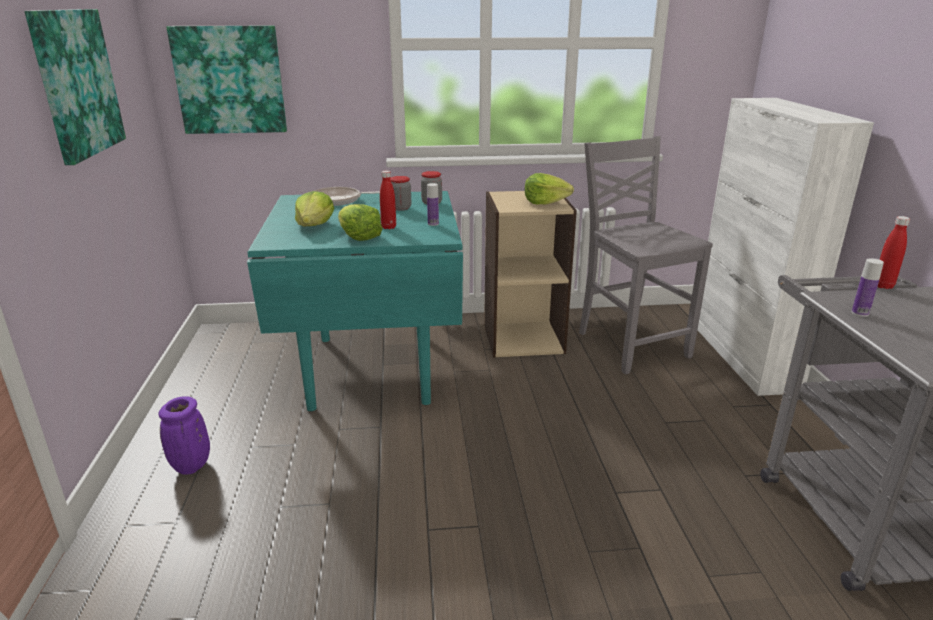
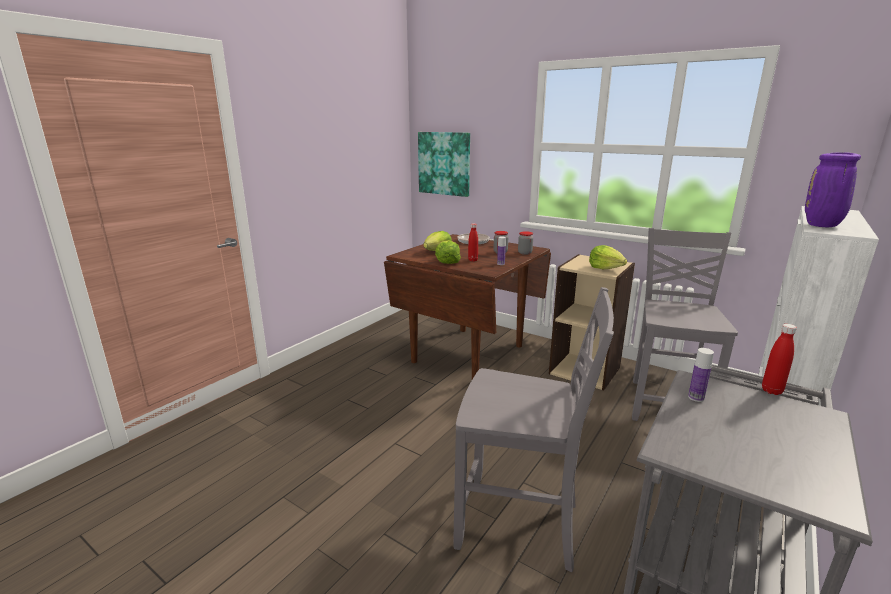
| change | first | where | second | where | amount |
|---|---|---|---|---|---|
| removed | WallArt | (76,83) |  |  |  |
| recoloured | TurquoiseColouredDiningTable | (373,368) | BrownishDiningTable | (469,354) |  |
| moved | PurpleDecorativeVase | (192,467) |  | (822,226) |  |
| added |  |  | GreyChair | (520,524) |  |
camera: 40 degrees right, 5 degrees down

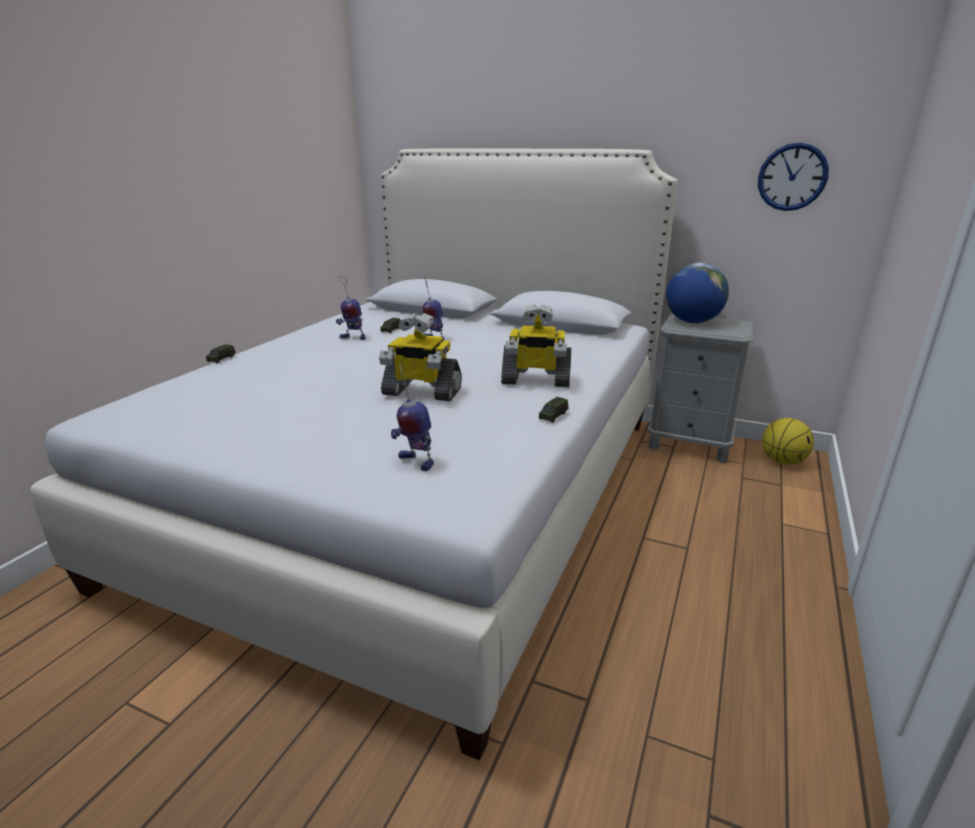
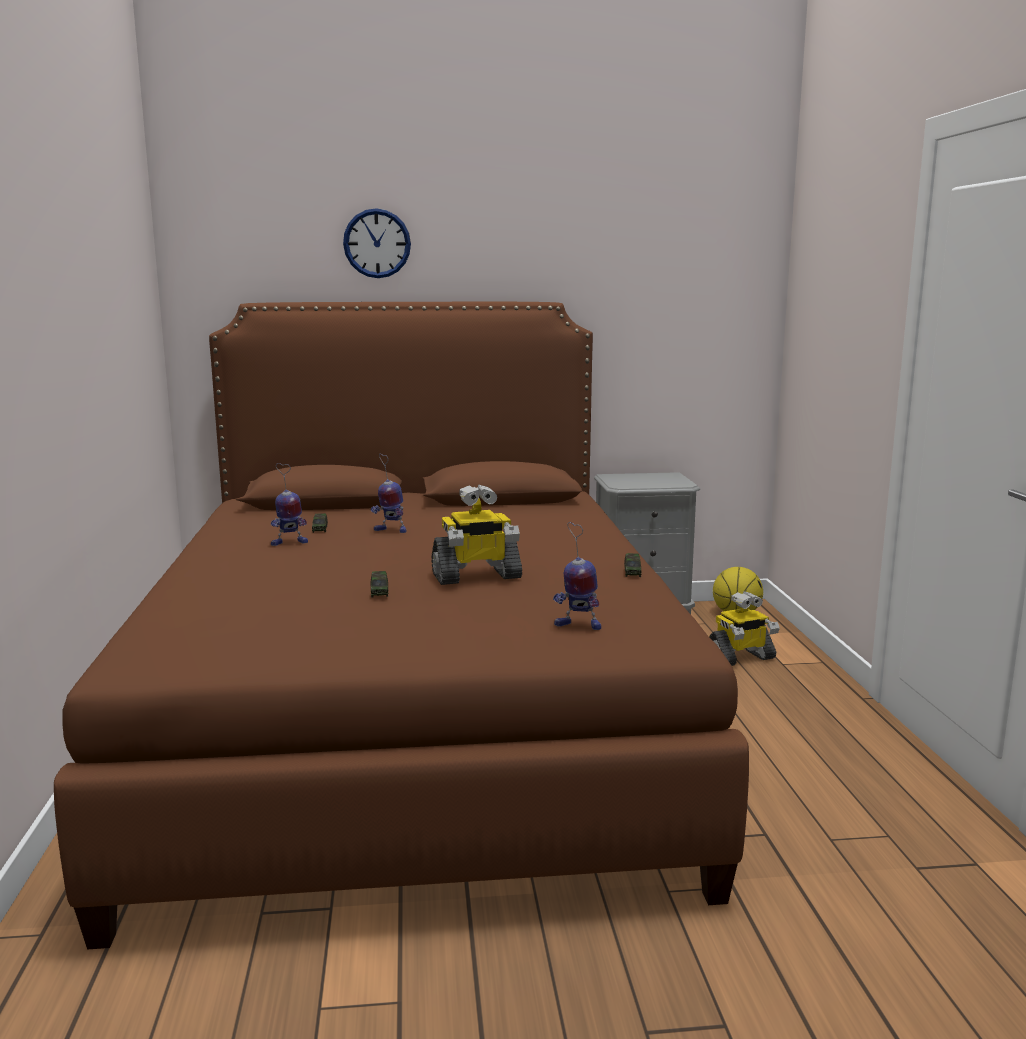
| change | first | where | second | where | amount |
|---|---|---|---|---|---|
| moved | ClockOnTheWall | (792,177) |  | (377,243) |  |
| recoloured | WhiteSleepingBed | (424,489) | BrownishSleepingBed | (413,722) |  |
| removed | Globe | (692,322) |  |  |  |
| moved | ToyRobot | (535,380) |  | (740,658) |  |
| moved | MiniatureCar | (221,358) |  | (379,591) |  |
camera: 30 degrees left, 10 degrees down

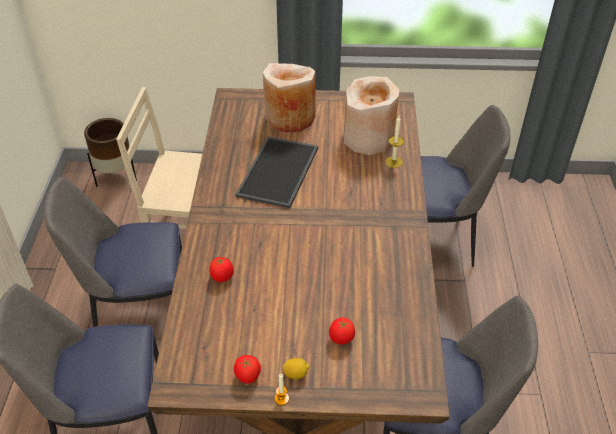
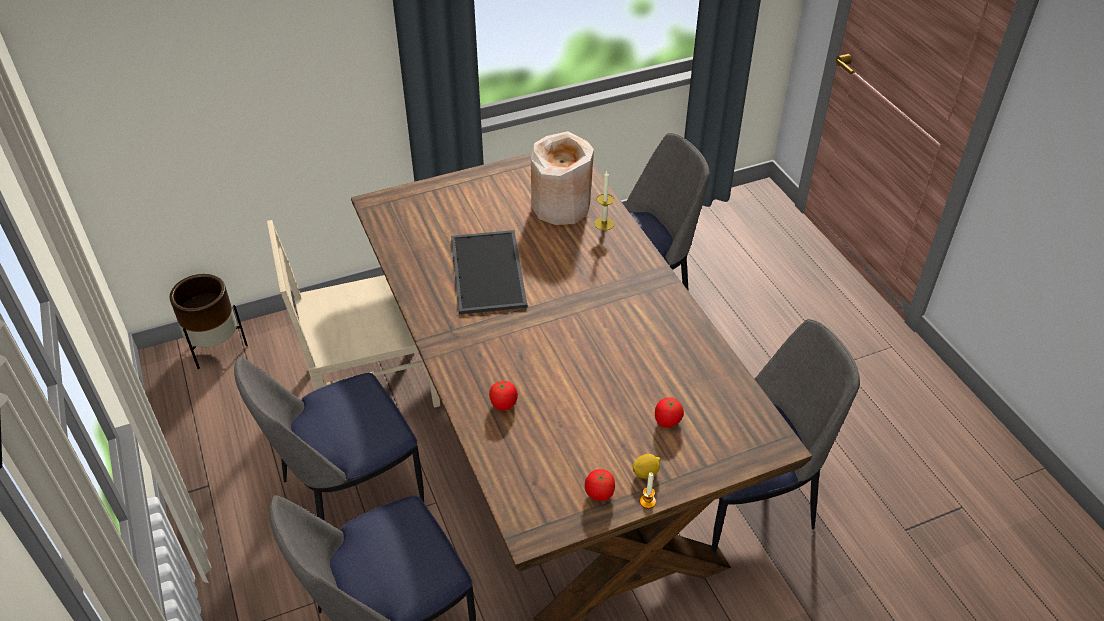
| change | first | where | second | where | amount |
|---|---|---|---|---|---|
| removed | BeigeDecorativeVase | (290,118) |  |  |  |
camera: 25 degrees left, 0 degrees up

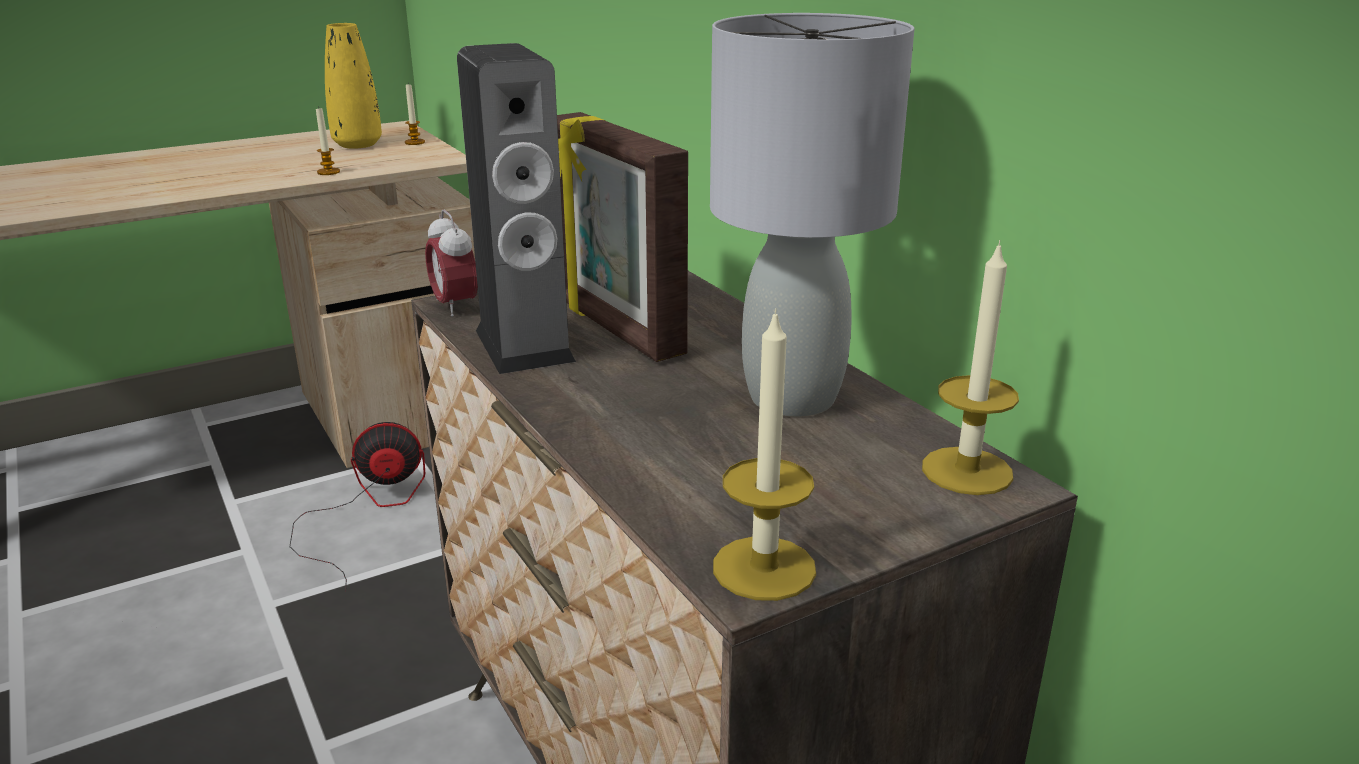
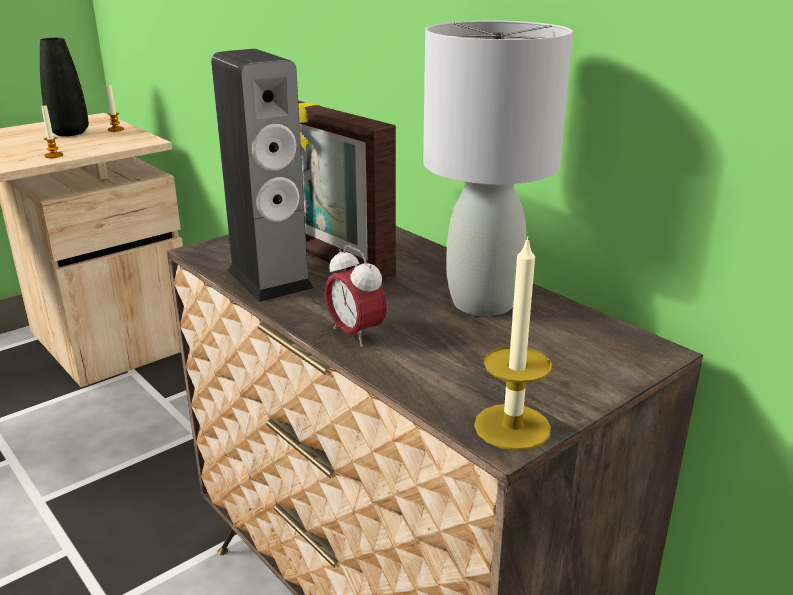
| change | first | where | second | where | amount |
|---|---|---|---|---|---|
| recoloured | YellowColouredDecorativeVase | (357,144) | BlackColouredDecorativeVase | (69,133) |  |
| moved | BedsideClock | (455,306) |  | (355,334) |  |
| removed | WaxCandle | (967,471) |  |  |  |
| removed | ElectricFan | (367,510) |  |  |  |
camera: 10 degrees left, 0 degrees up

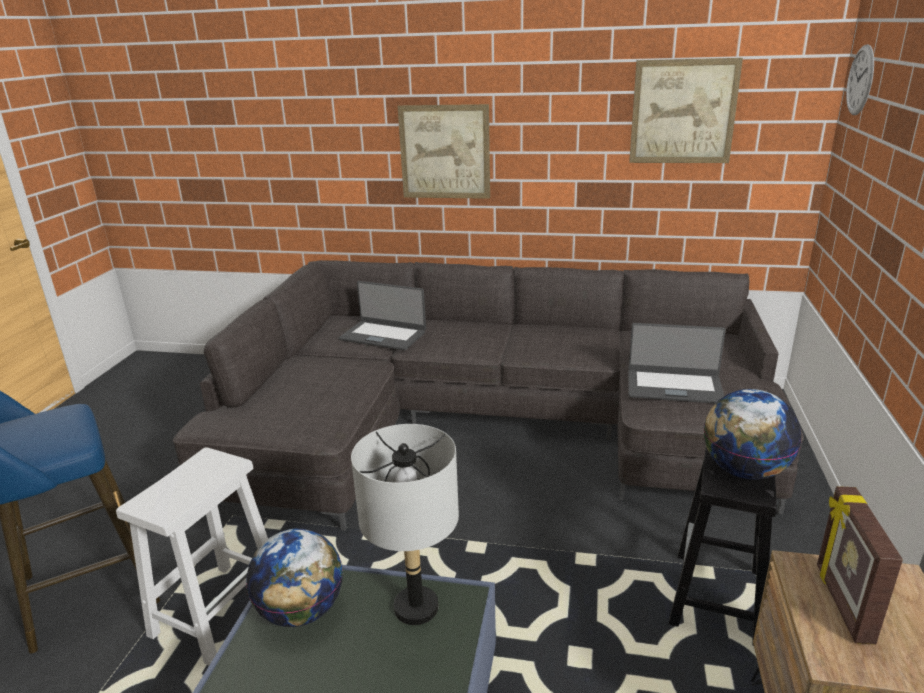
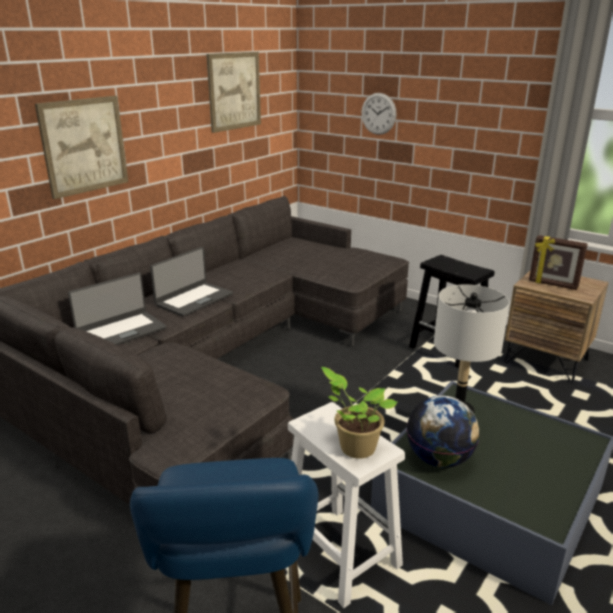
| change | first | where | second | where | amount |
|---|---|---|---|---|---|
| moved | ClockOnTheWall | (860,80) |  | (378,113) |  |
| moved | NotebookComputer | (674,386) |  | (194,299) |  |
| removed | Globe | (744,470) |  |  |  |
| added |  |  | Houseplant | (355,447) |  |
camera: 65 degrees left, 0 degrees up

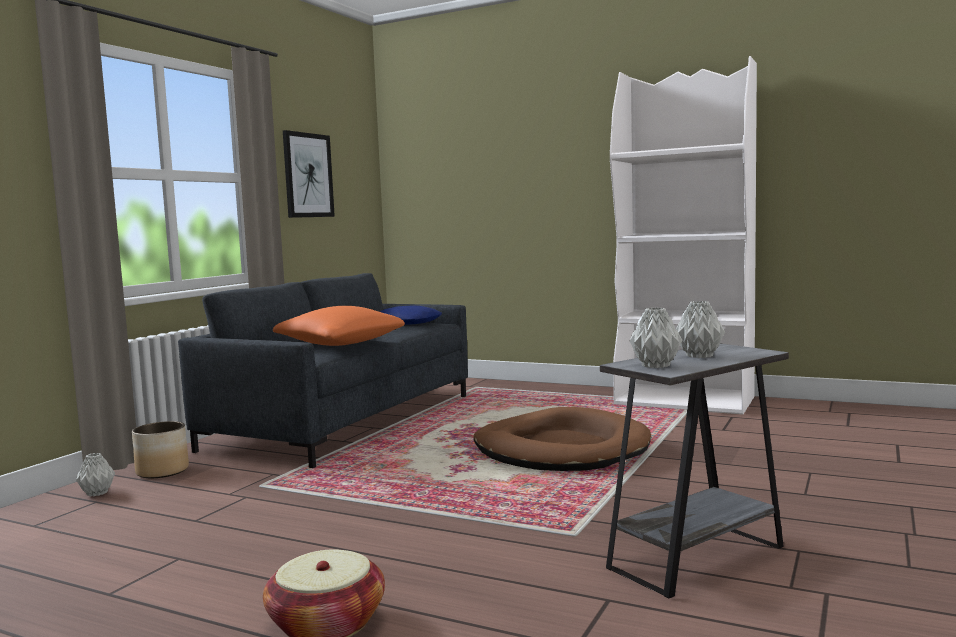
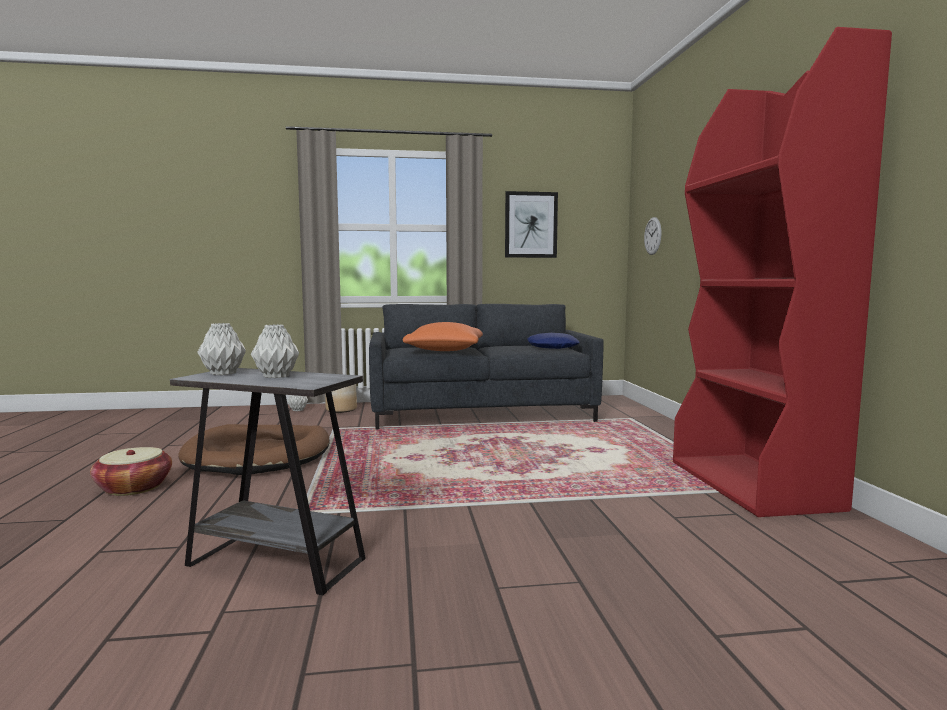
| change | first | where | second | where | amount |
|---|---|---|---|---|---|
| recoloured | WhiteShelvingUnit | (685,401) | RedShelvingUnit | (753,485) |  |
| moved | BrownishPetBed | (560,449) |  | (259,455) |  |
| added |  |  | ClockOnTheWall | (652,236) |  |
camera: 55 degrees right, 0 degrees up

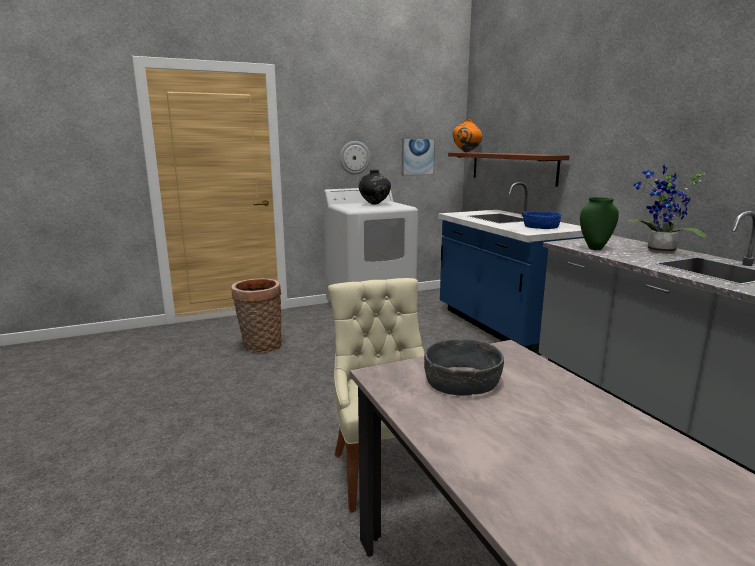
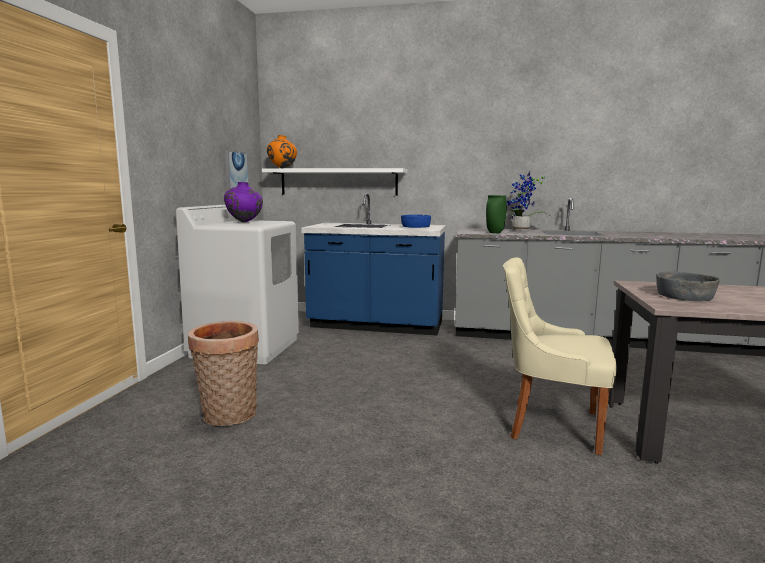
| change | first | where | second | where | amount |
|---|---|---|---|---|---|
| removed | ClockOnTheWall | (354,157) |  |  |  |
| recoloured | BrownishBracketShelf | (512,167) | WhiteBracketShelf | (338,182) |  |
| recoloured | BlackColouredDecorativeVase | (374,204) | PurpleDecorativeVase | (244,222) |  |
camera: 55 degrees left, 5 degrees down

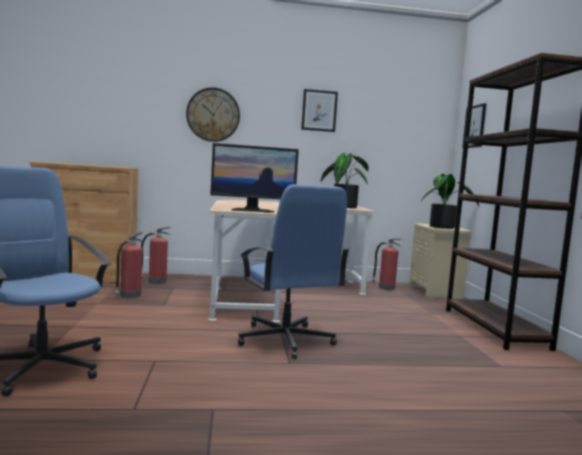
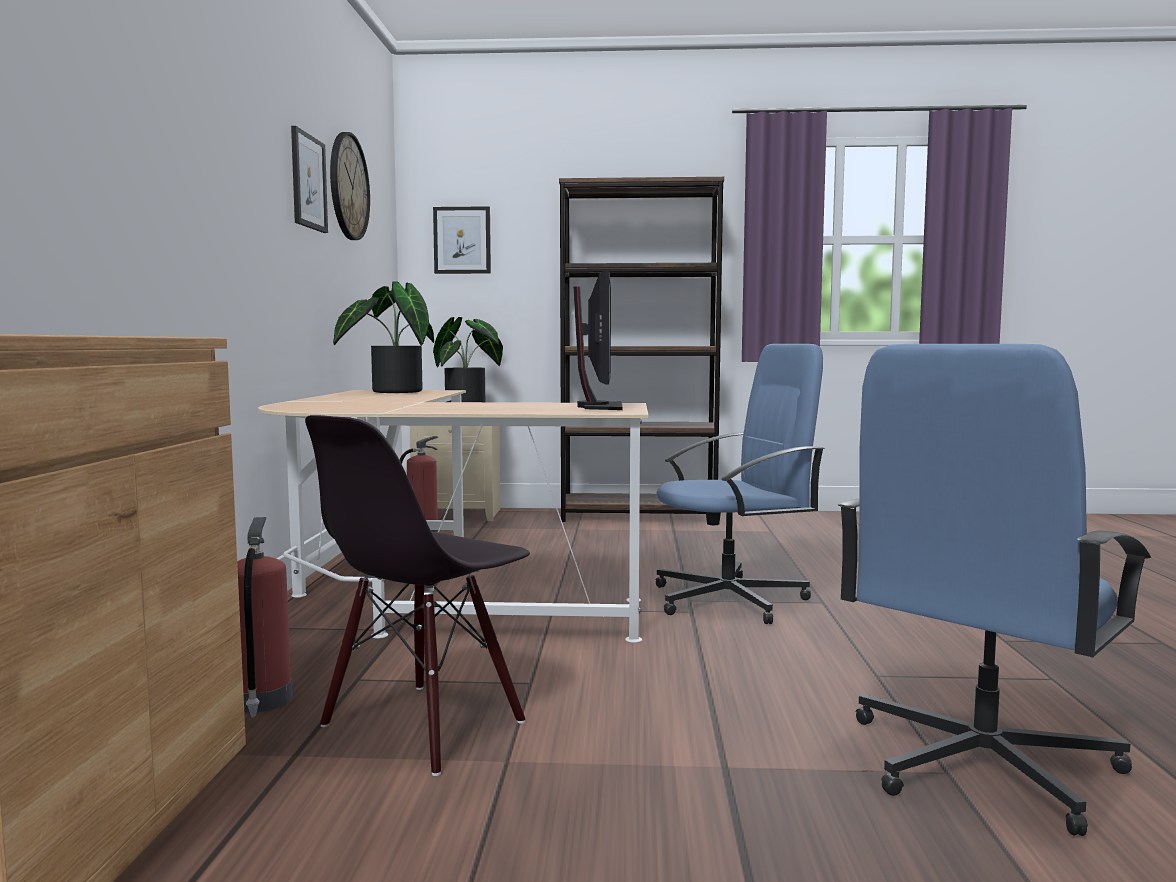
| change | first | where | second | where | amount |
|---|---|---|---|---|---|
| moved | ClockOnTheWall | (213,115) |  | (348,187) |  |
| replaced | FireExtinguisher | (129,295) | BlackColouredChair | (423,726) |  |
camera: 80 degrees left, 0 degrees up

